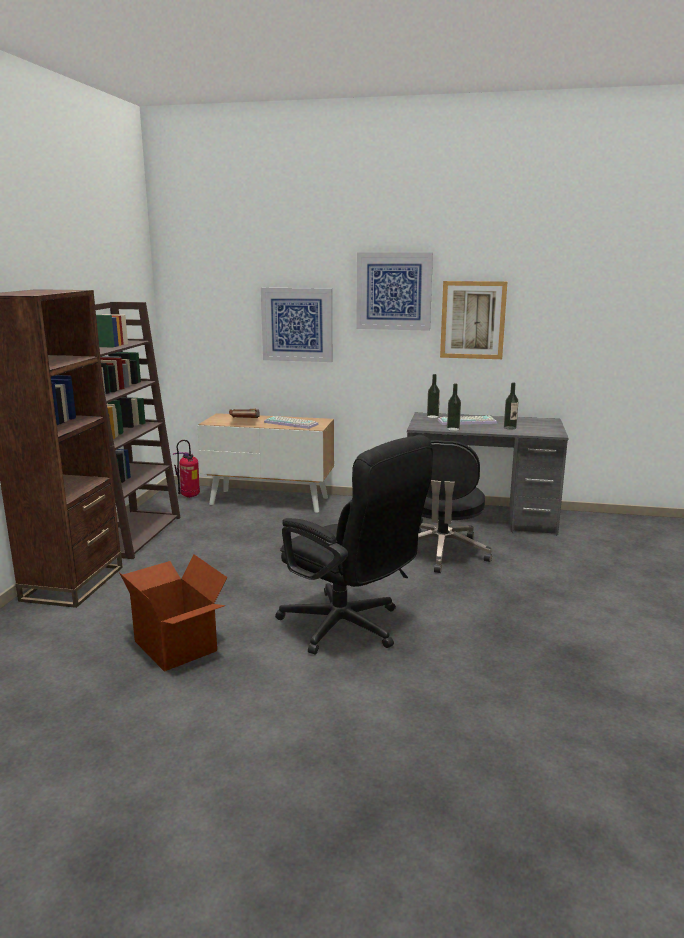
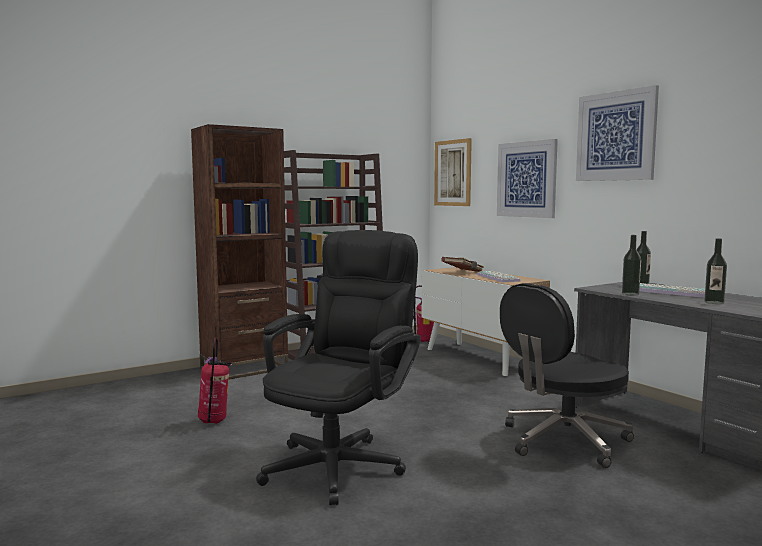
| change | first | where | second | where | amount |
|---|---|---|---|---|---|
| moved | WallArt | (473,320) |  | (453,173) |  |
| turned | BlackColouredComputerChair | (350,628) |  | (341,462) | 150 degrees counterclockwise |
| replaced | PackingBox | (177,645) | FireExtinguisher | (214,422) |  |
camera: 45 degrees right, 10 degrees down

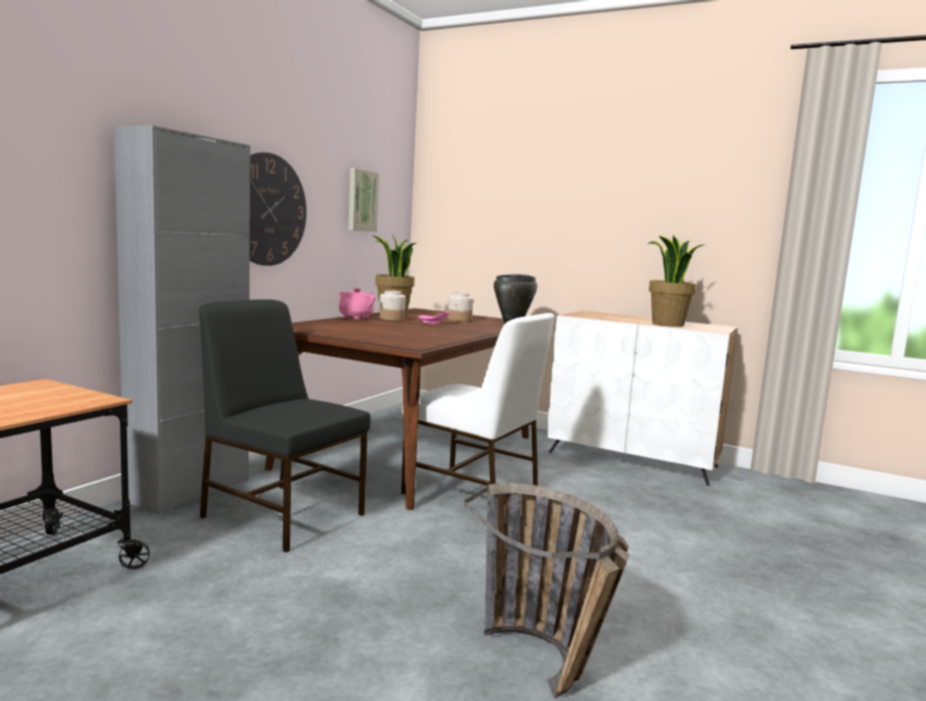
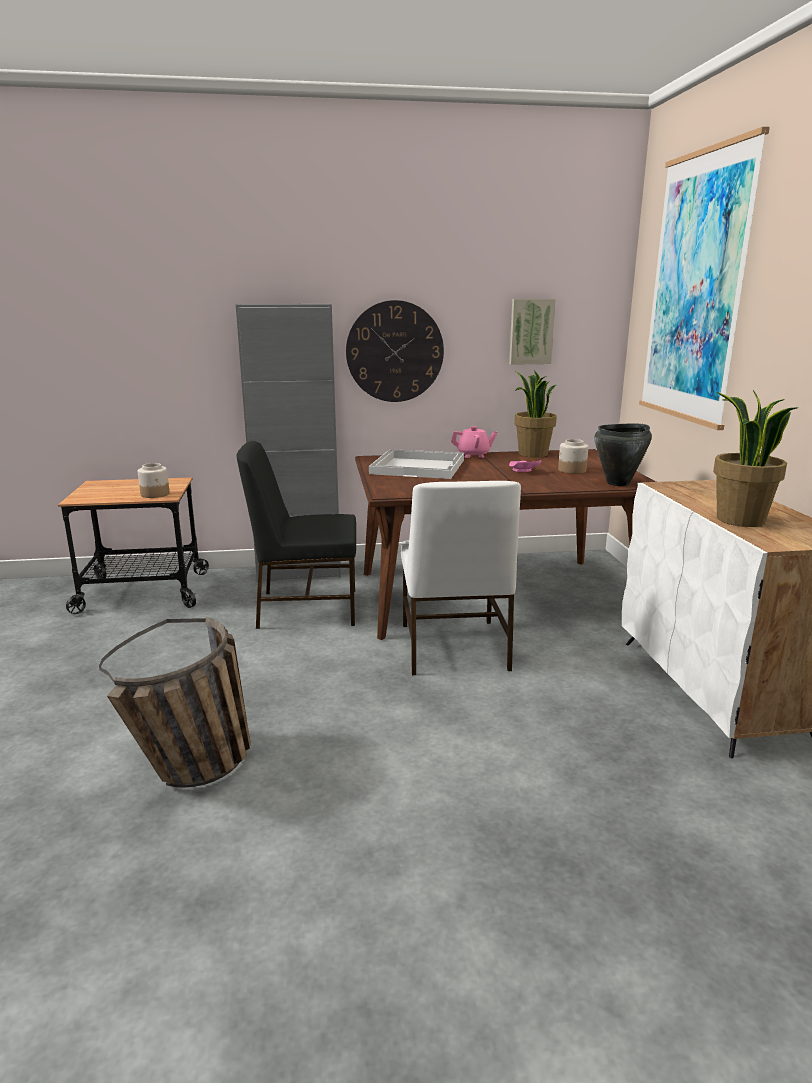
| change | first | where | second | where | amount |
|---|---|---|---|---|---|
| moved | StorageJar | (392,319) |  | (155,494) |  |
| turned | BlackColouredChair | (282,514) |  | (305,608) | 90 degrees counterclockwise |
| added |  |  | WallArt | (696,289) |  |
| added |  |  | WhiteTray | (419,466) |  |
camera: 55 degrees right, 10 degrees up

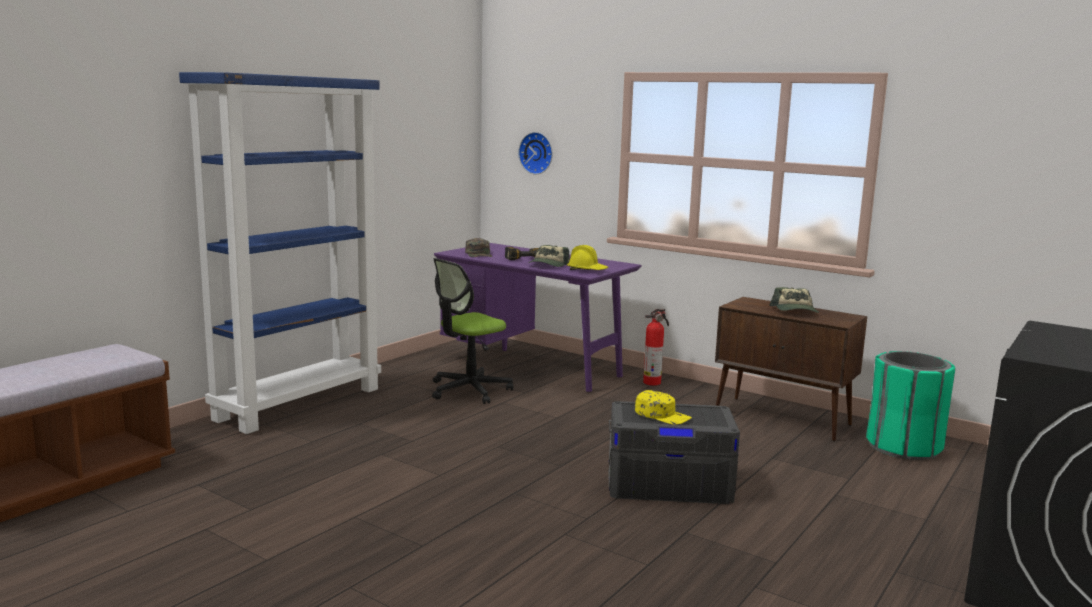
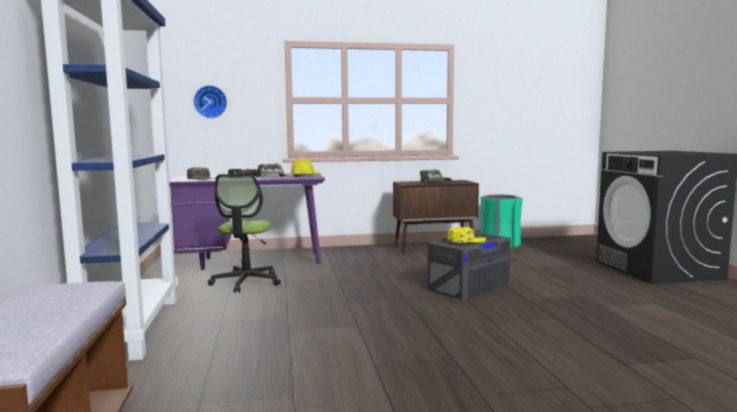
| change | first | where | second | where | amount |
|---|---|---|---|---|---|
| removed | FireExtinguisher | (653,382) |  |  |  |
camera: 45 degrees left, 5 degrees down

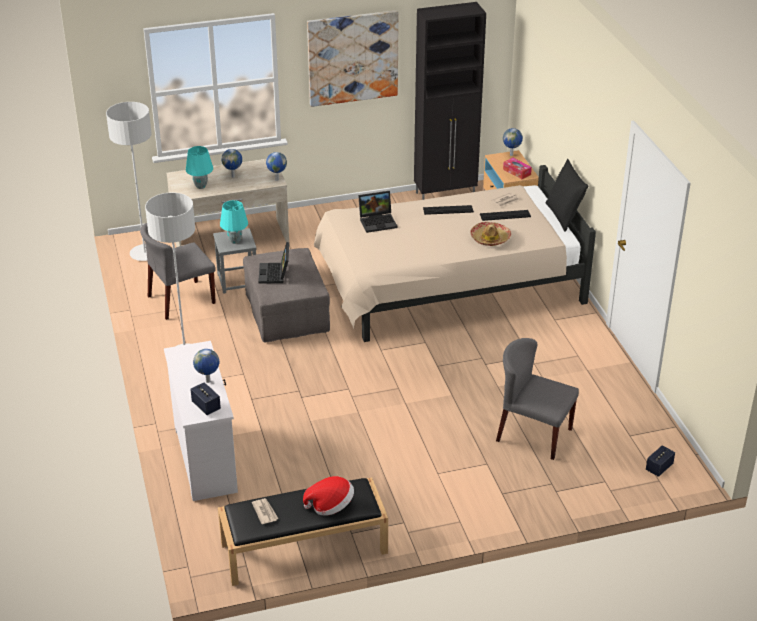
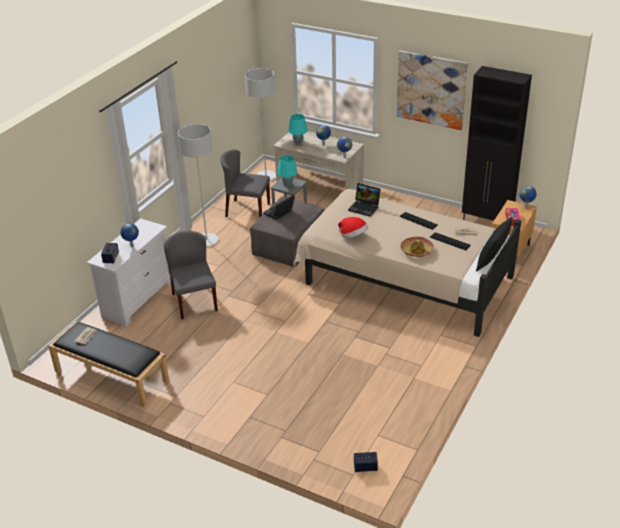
| change | first | where | second | where | amount |
|---|---|---|---|---|---|
| moved | GreyChair | (533,435) |  | (194,302) |  |
| moved | WearableHat | (331,506) |  | (353,236) |  |
camera: 45 degrees right, 0 degrees up

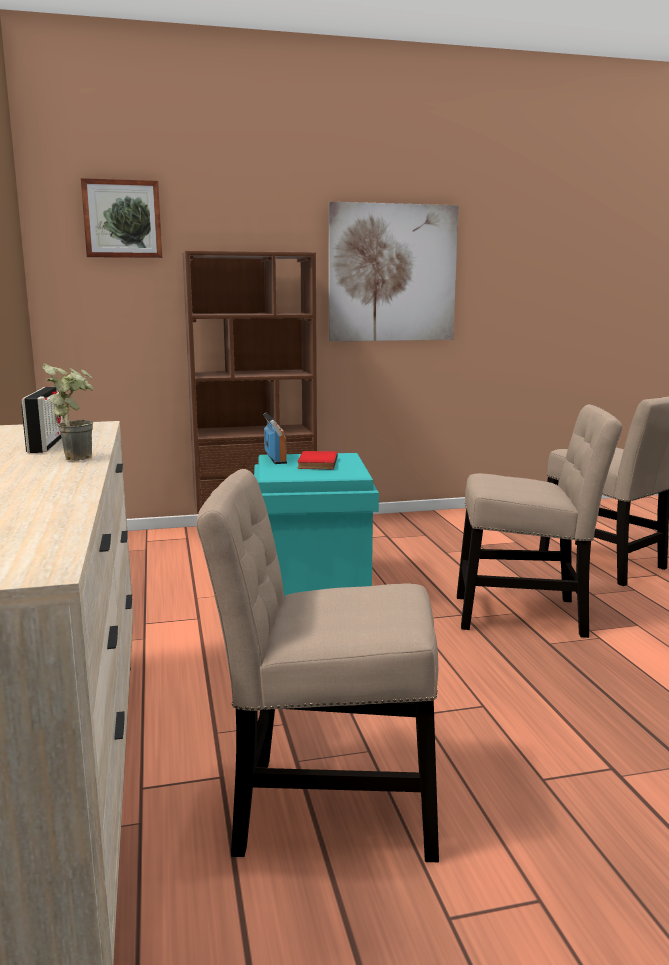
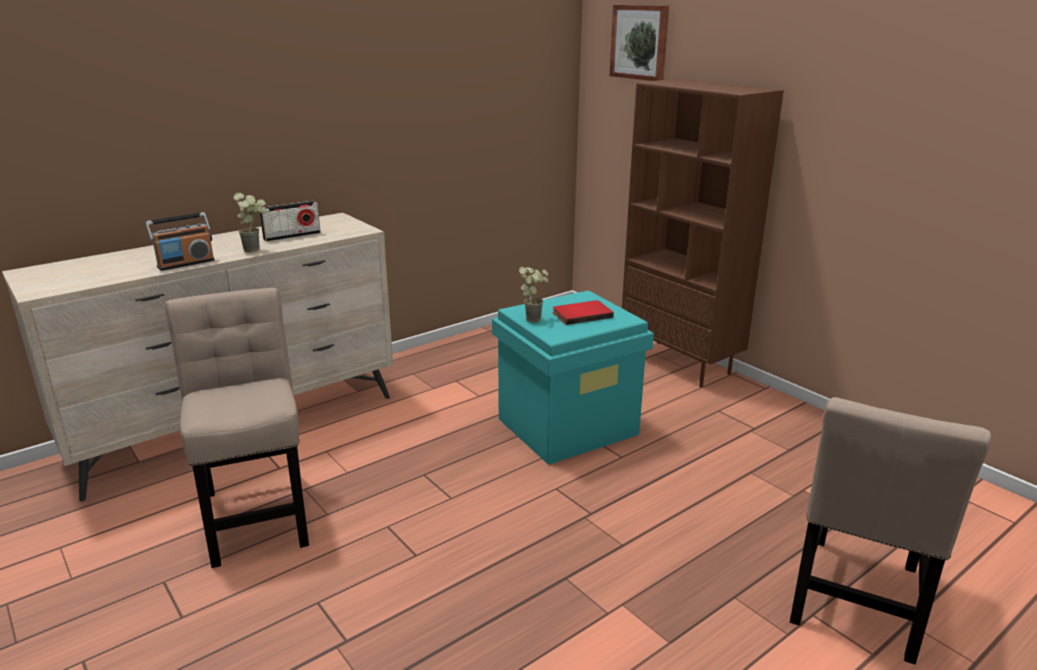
| change | first | where | second | where | amount |
|---|---|---|---|---|---|
| removed | WallArt | (392,273) |  |  |  |
| removed | BeigeChair | (527,615) |  |  |  |
| moved | Radio | (276,459) |  | (186,263) |  |
| added |  |  | Houseplant | (534,318) |  |
camera: 65 degrees right, 10 degrees up

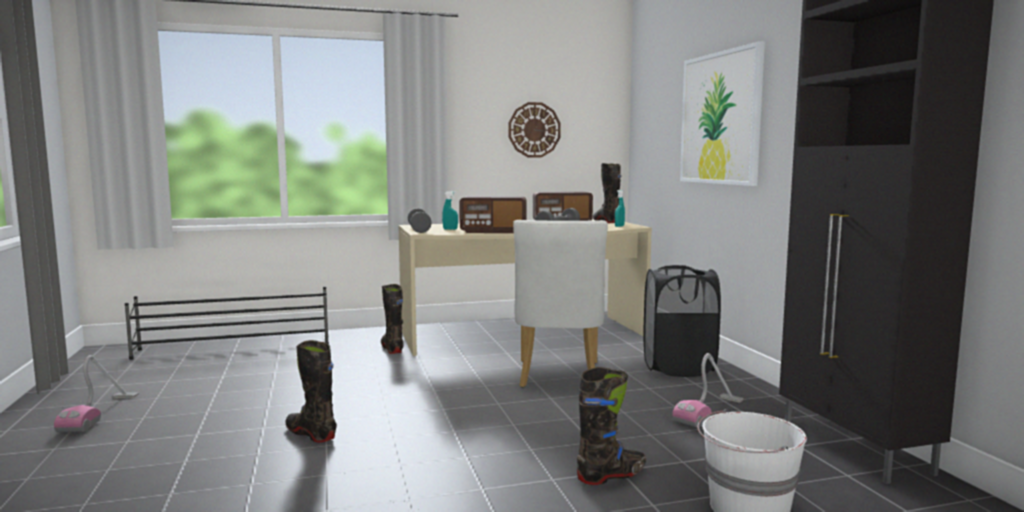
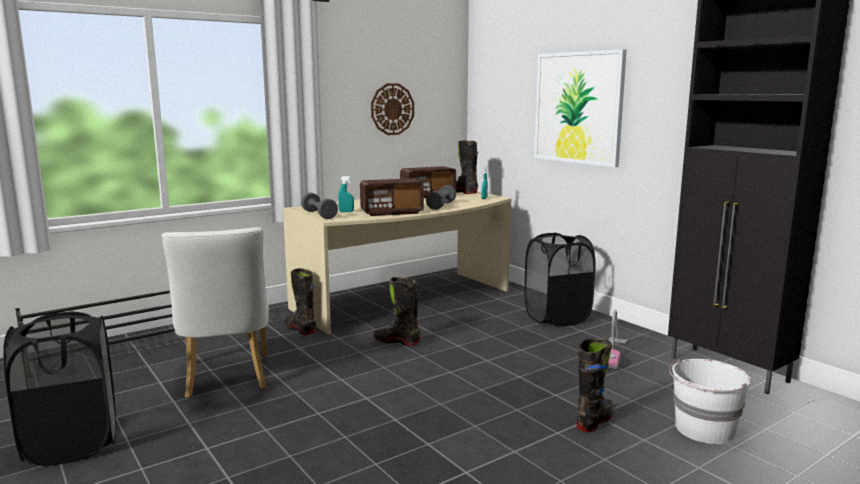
| change | first | where | second | where | amount |
|---|---|---|---|---|---|
| moved | WhiteChair | (558,377) |  | (226,379) |  |
| moved | BlackColouredHighTopBoot | (311,433) |  | (396,341) |  |
| replaced | Vacuum | (100,413) | BlackColouredHamper | (72,444) |  |
camera: 20 degrees left, 5 degrees up

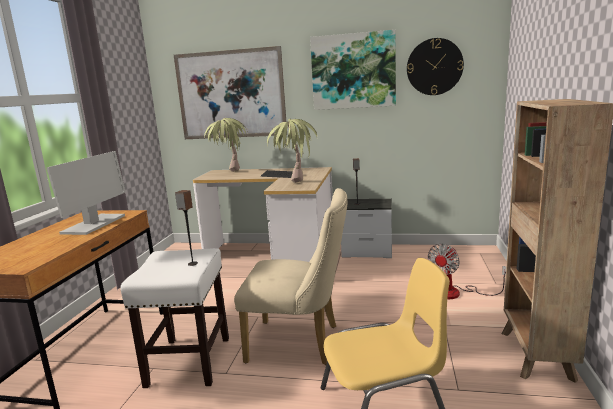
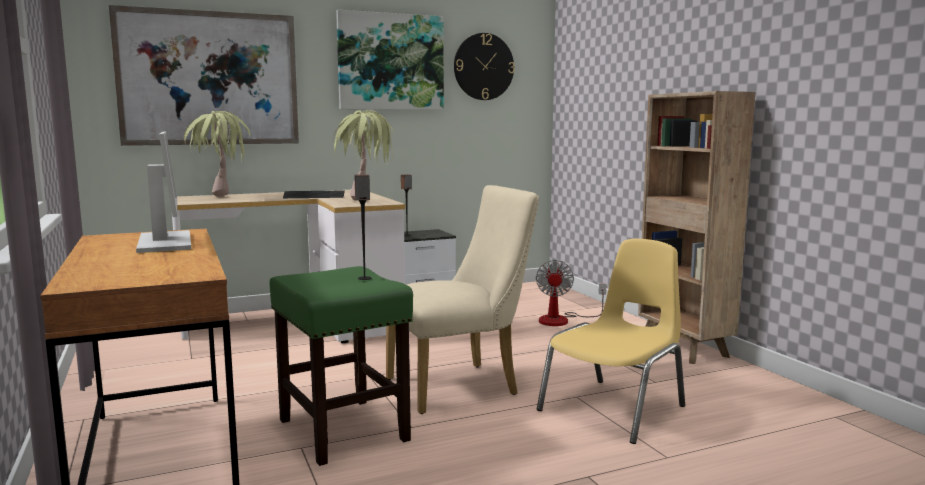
| change | first | where | second | where | amount |
|---|---|---|---|---|---|
| recoloured | WhiteStoolSeat | (189,362) | GreenishStoolSeat | (344,430) |  |
camera: 35 degrees left, 5 degrees down

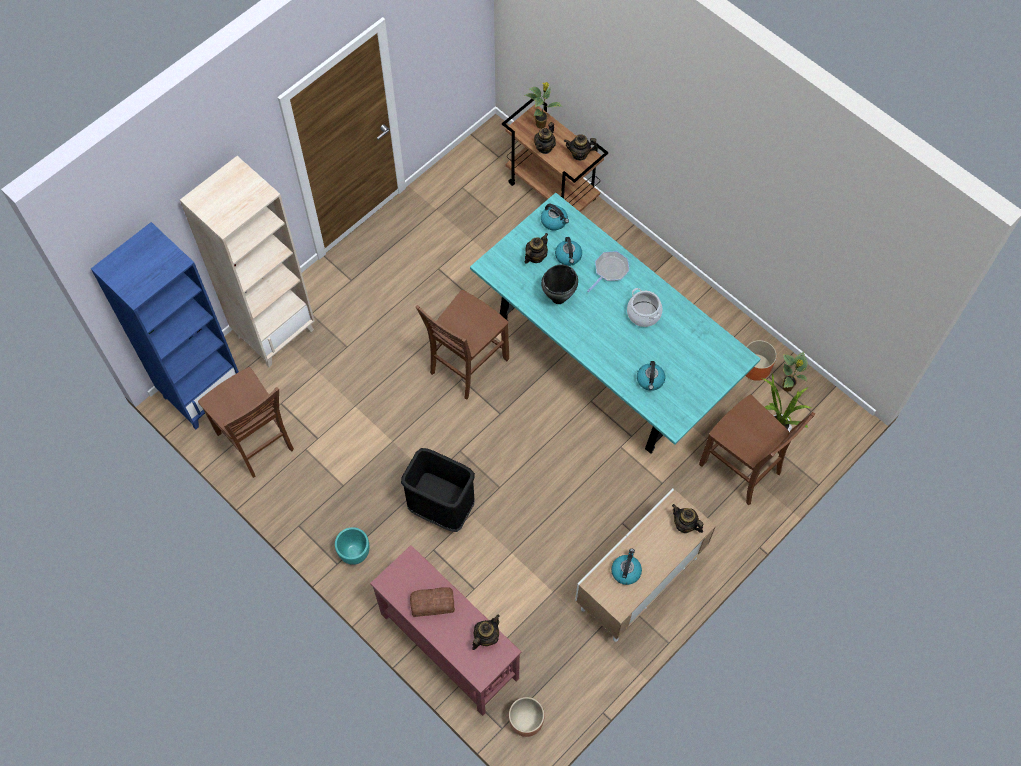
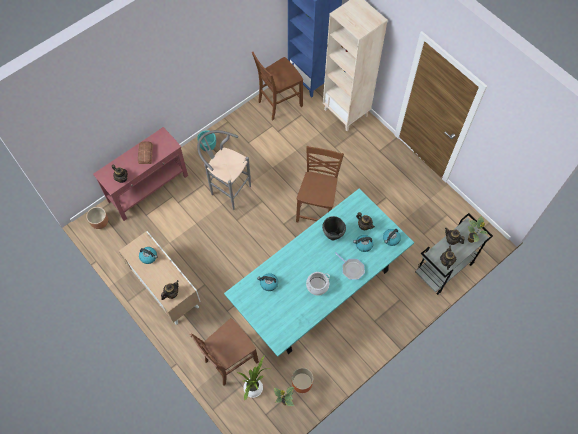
| change | first | where | second | where | amount |
|---|---|---|---|---|---|
| recoloured | BrownishTrolley | (553,191) | GreyTrolley | (444,269) |  |
| turned | BrownishChair | (466,366) |  | (317,208) | 60 degrees clockwise |
| replaced | BlackColouredTrashCan | (441,509) | GreyStoolSeat | (227,189) |  |
camera: 95 degrees right, 0 degrees up

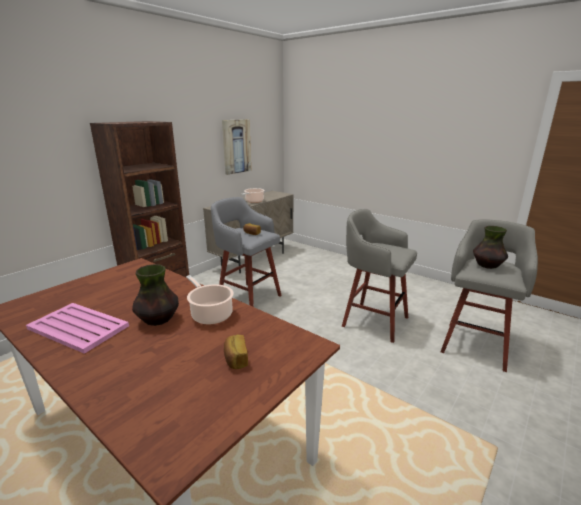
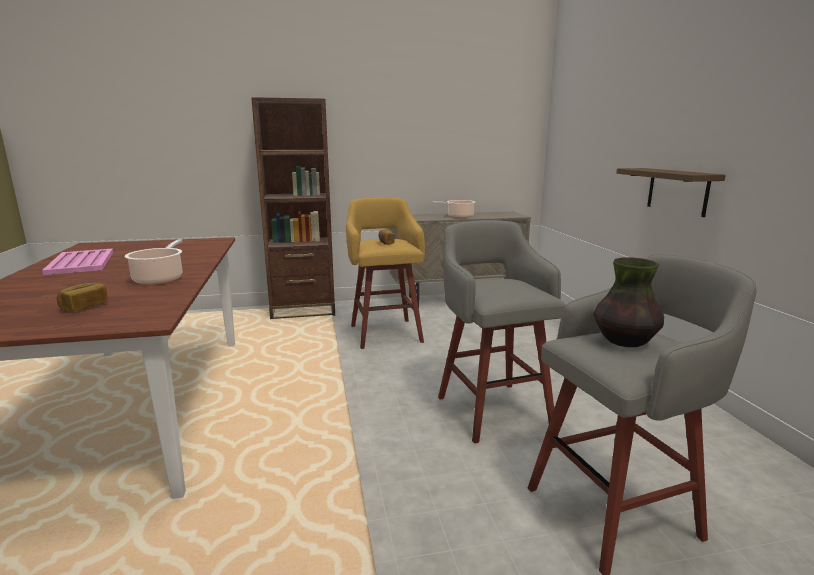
| change | first | where | second | where | amount |
|---|---|---|---|---|---|
| removed | WallArt | (236,146) |  |  |  |
| recoloured | GreyStoolSeat | (248,297) | YellowColouredStoolSeat | (385,332) |  |
| removed | DecorativeVase | (158,320) |  |  |  |
| added |  |  | BracketShelf | (677,191) |  |
camera: 40 degrees right, 5 degrees down

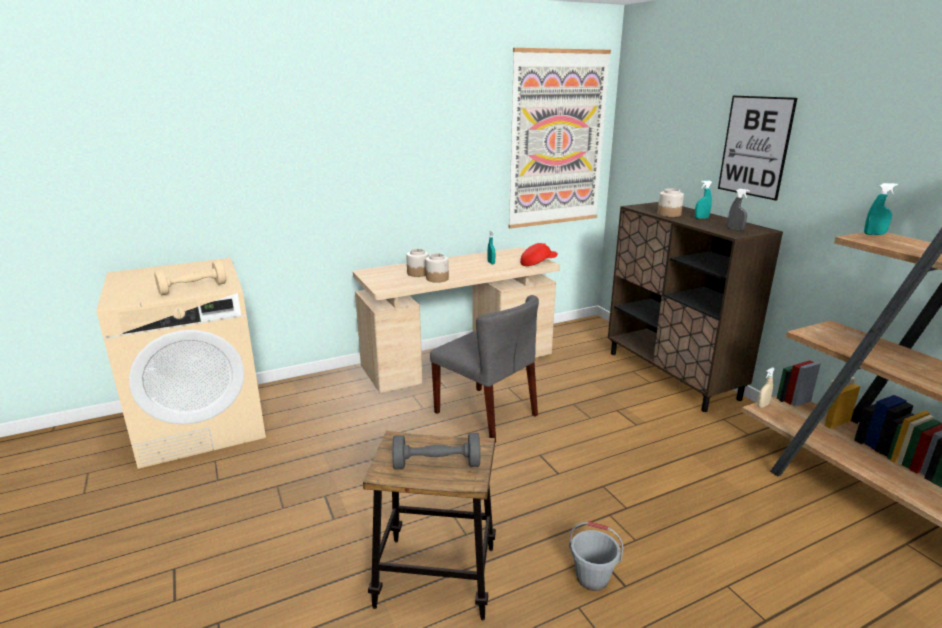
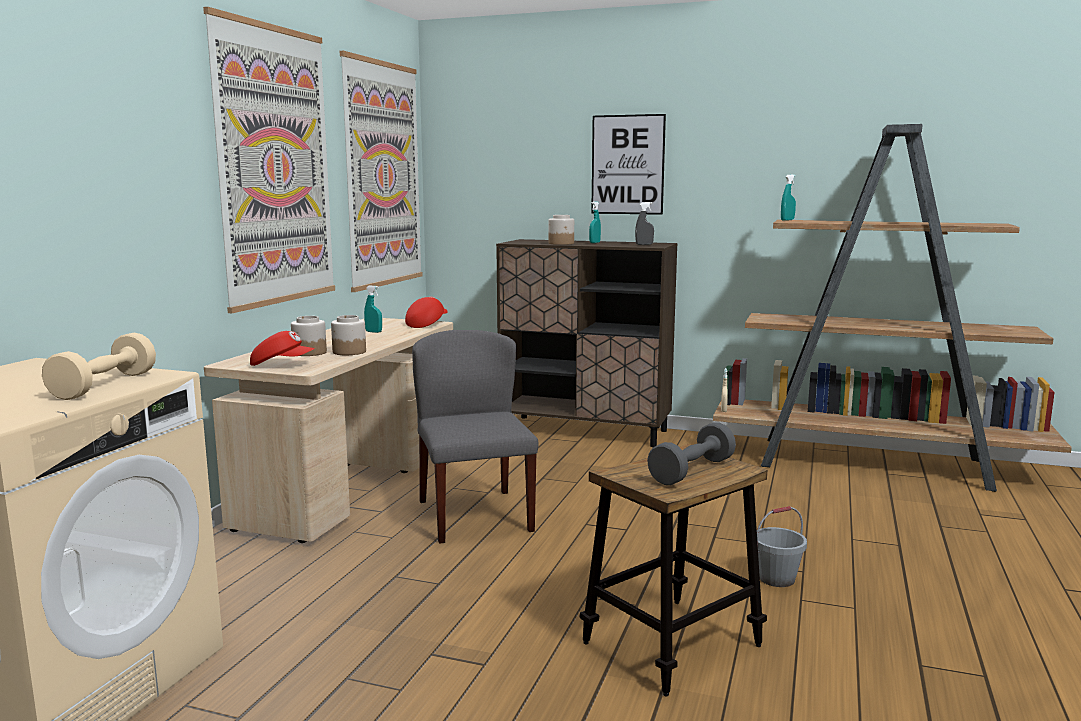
| change | first | where | second | where | amount |
|---|---|---|---|---|---|
| turned | GreyChair | (486,414) |  | (474,515) | 105 degrees counterclockwise |
| added |  |  | WallArt | (275,167) |  |
| added |  |  | RedPeakedCap | (282,365) |  |
camera: 45 degrees left, 10 degrees down

